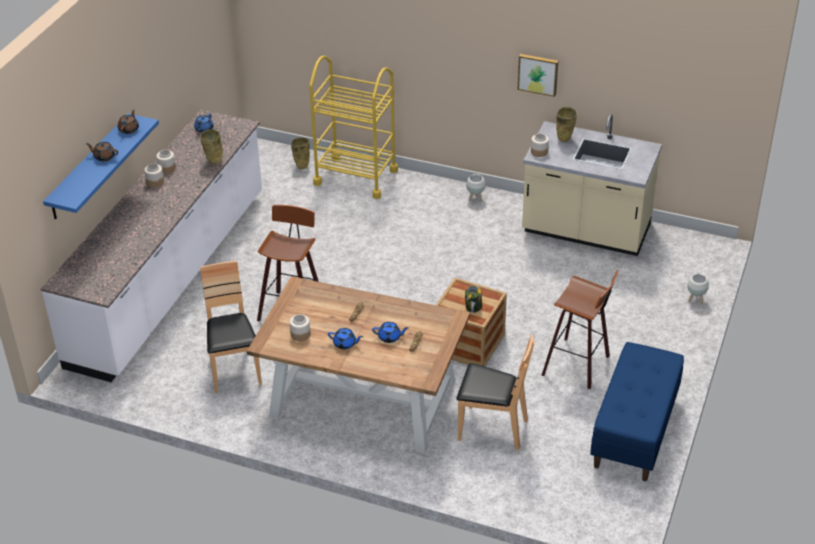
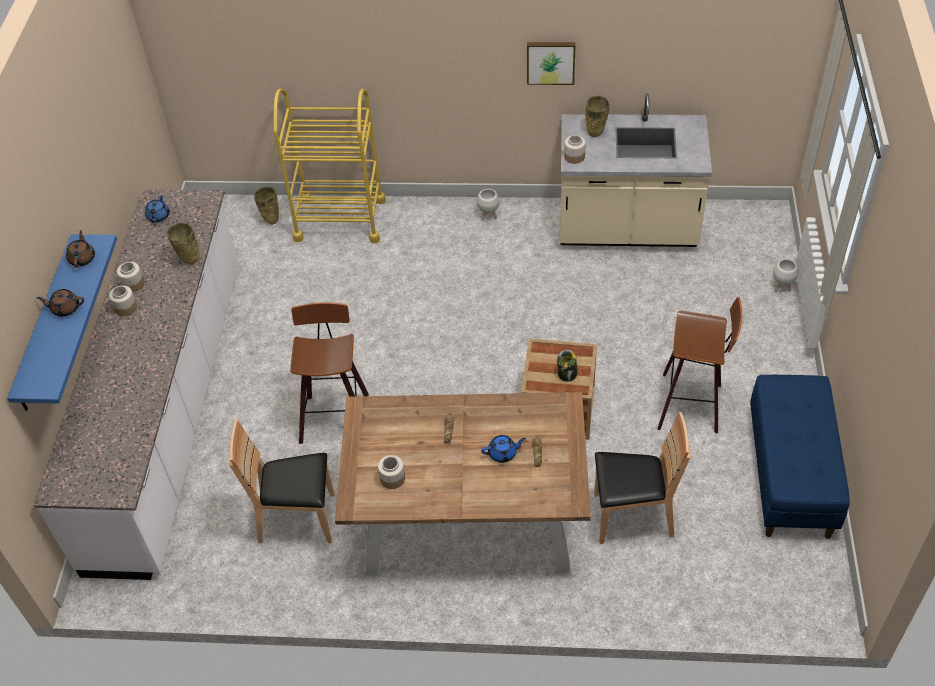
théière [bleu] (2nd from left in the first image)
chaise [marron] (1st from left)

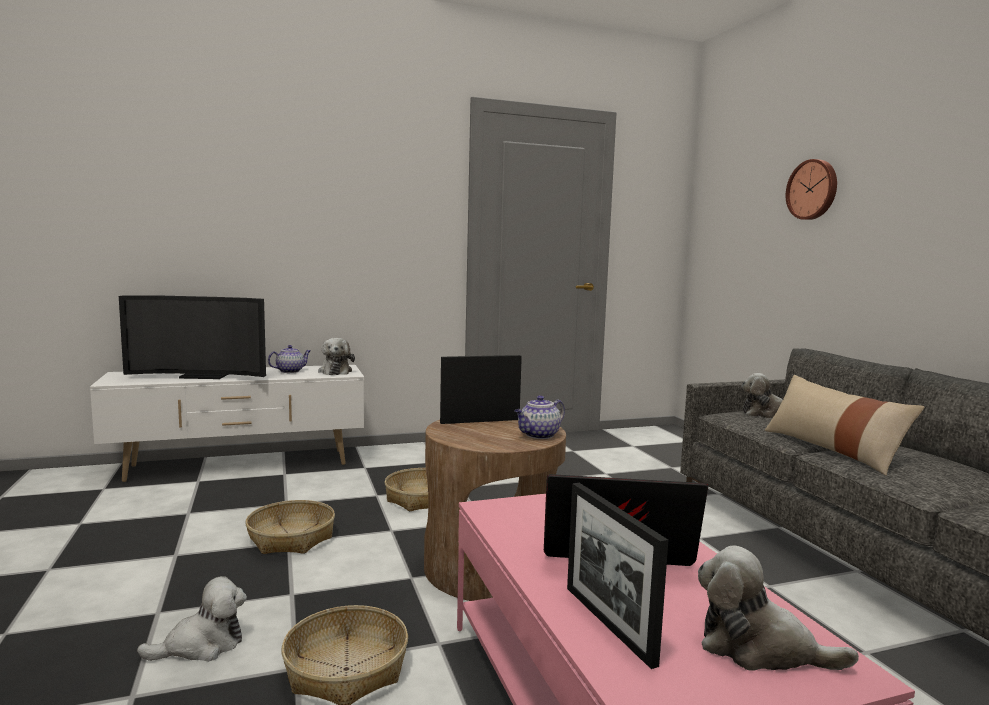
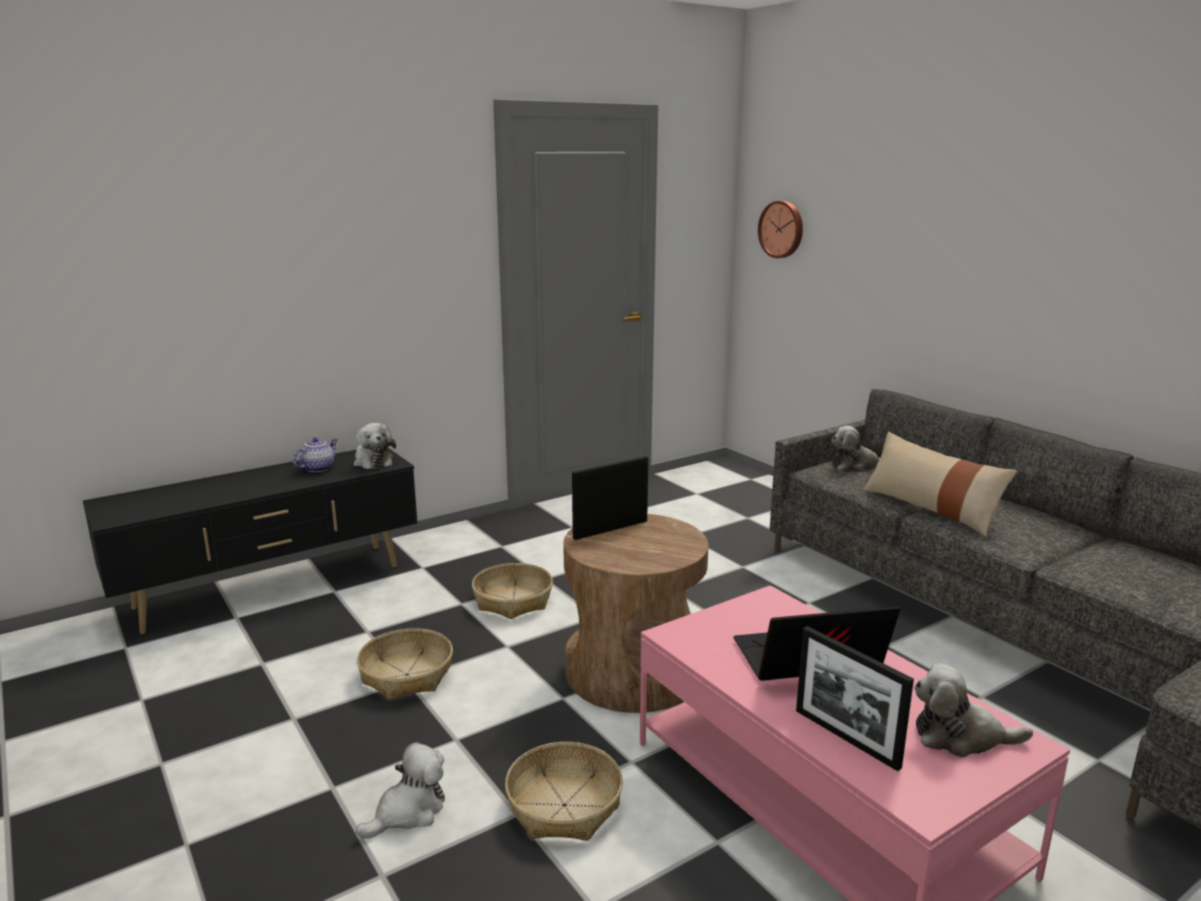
téléviseur
théière (2nd from left in the first image)
horloge murale
meuble télé [noir]

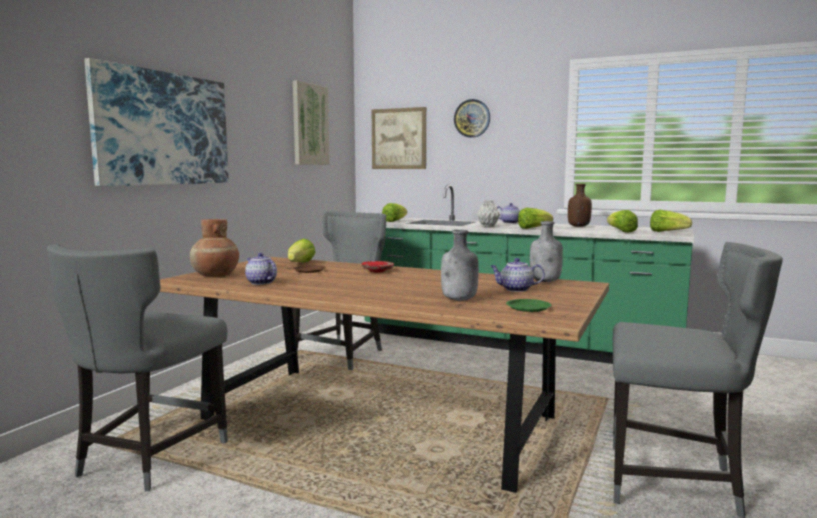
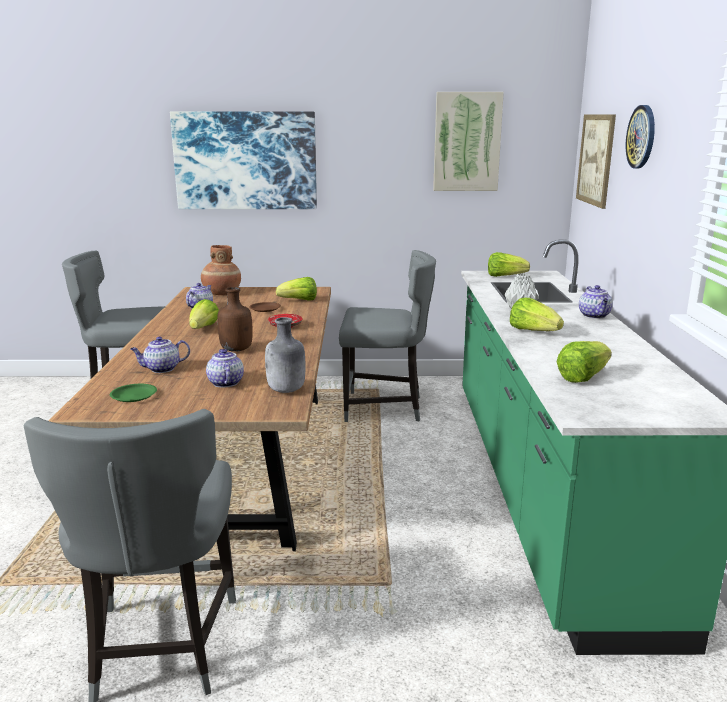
bouteille [marron]
laitue (1st from left)
théière (1st from left)

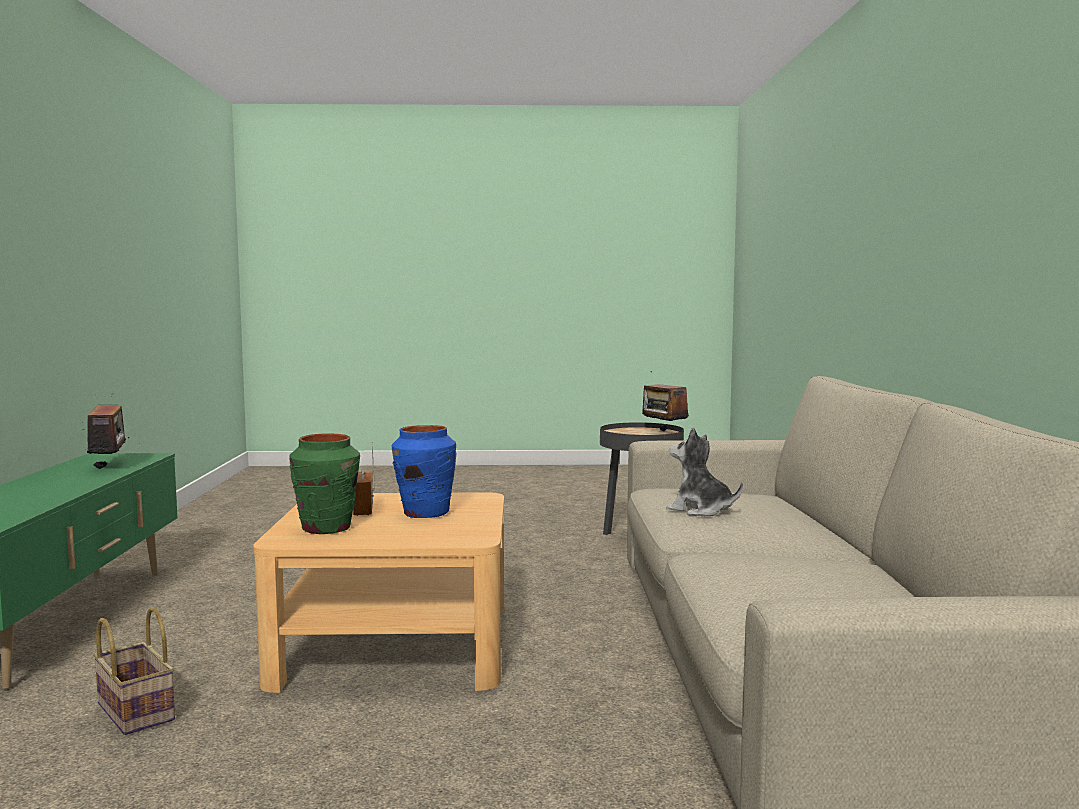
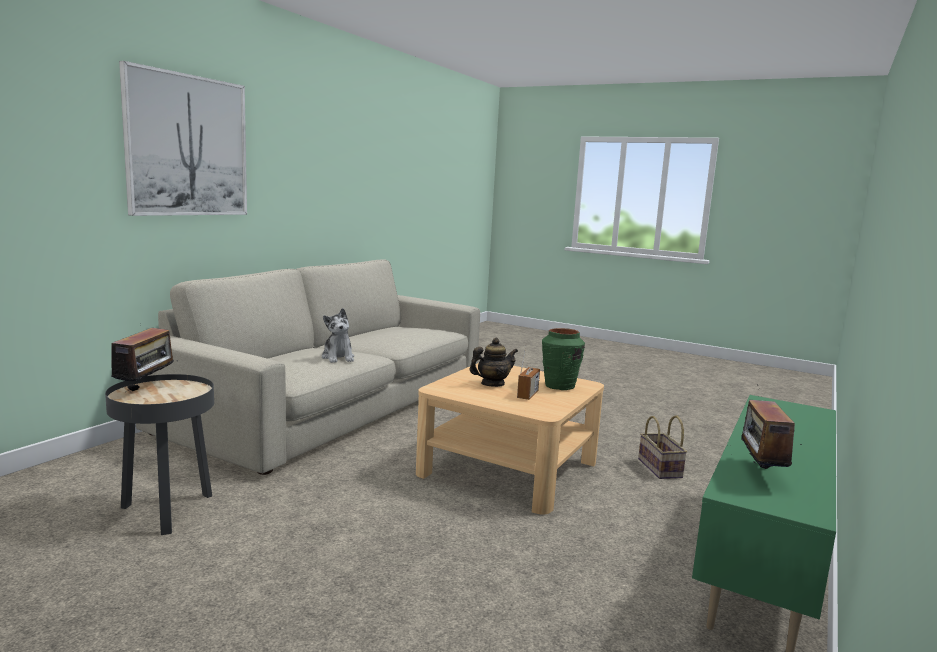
tableau
théière

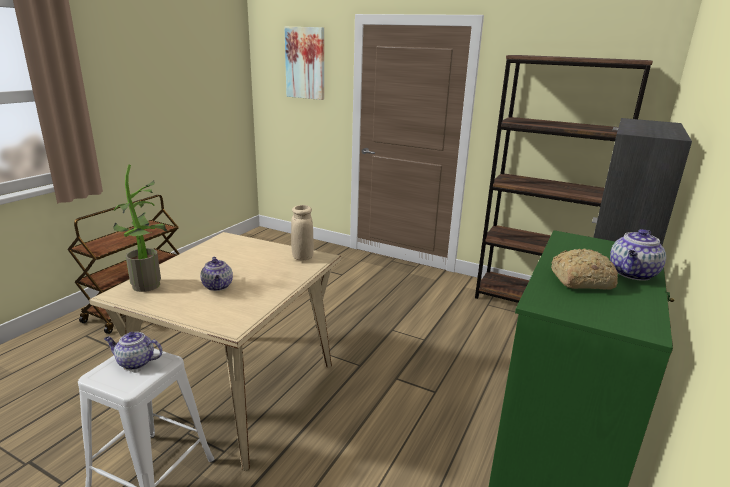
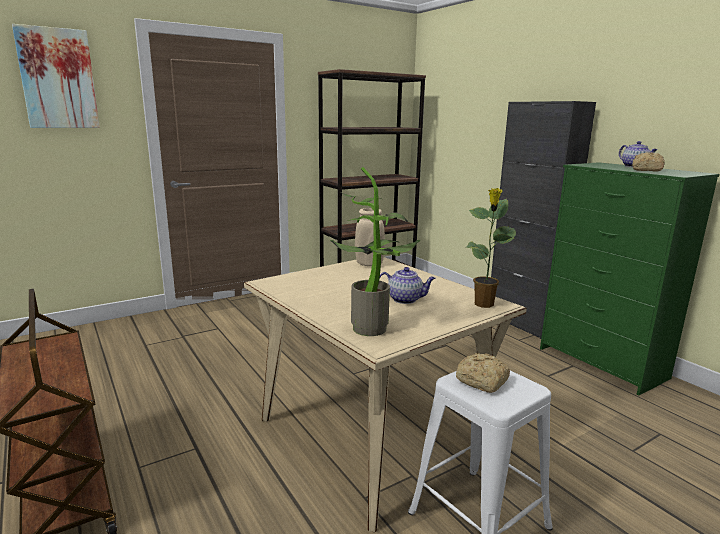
plante en pot (2nd from left)
pain (1st from left)

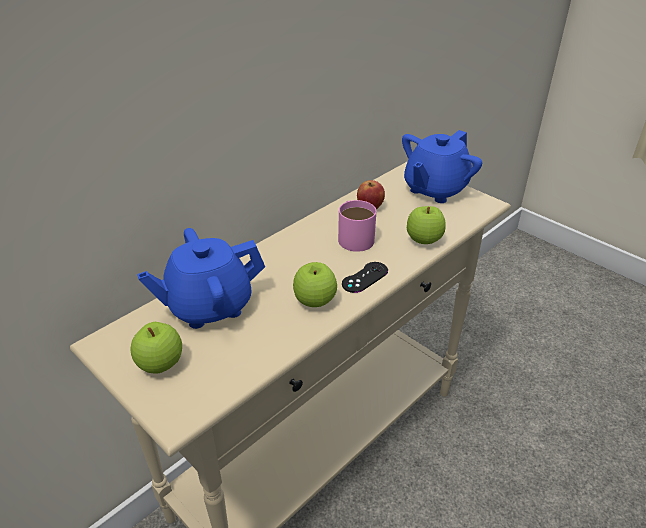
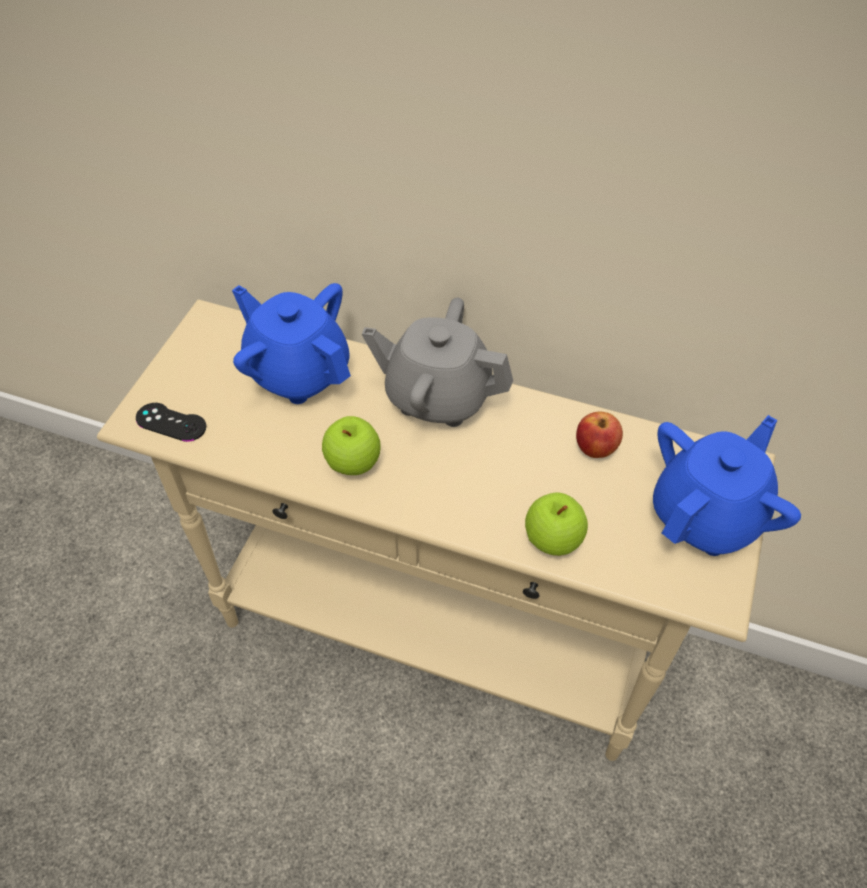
pomme (1st from left in the first image)
mug [rose]
théière [gris]
manette [noir]
théière [bleu] (2nd from left)

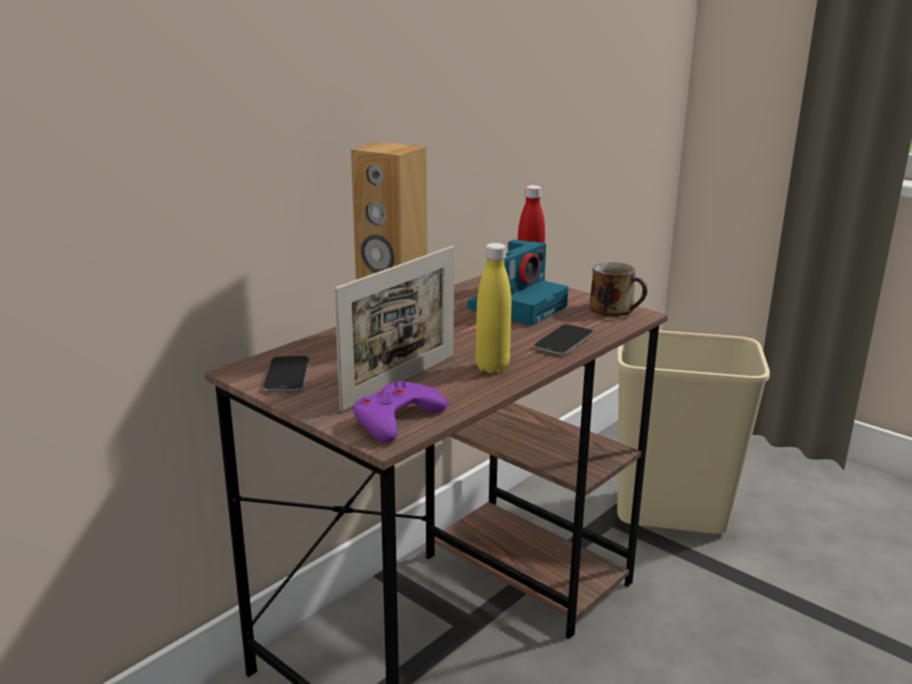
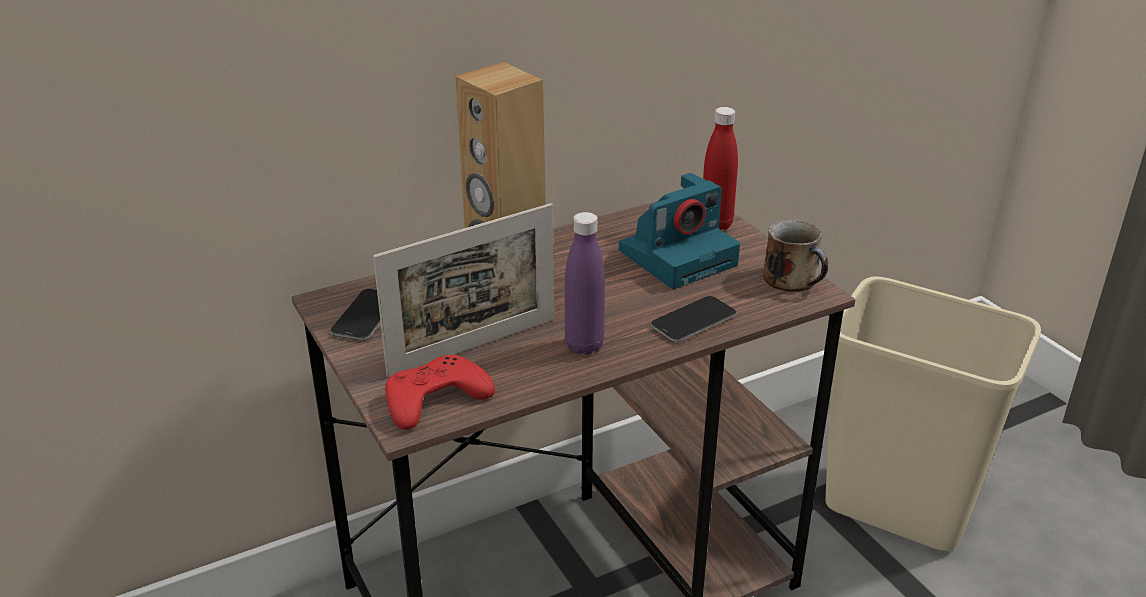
manette [rouge]
bouteille [violet]

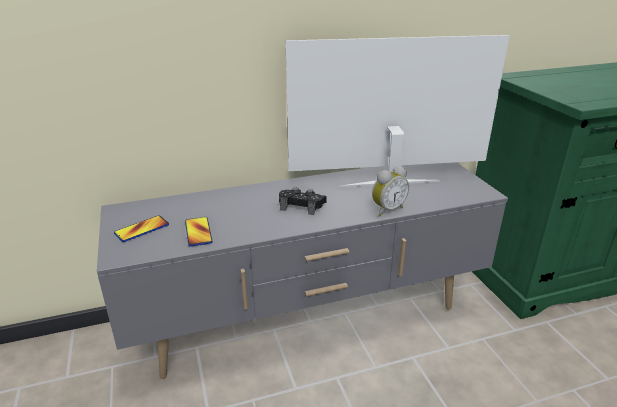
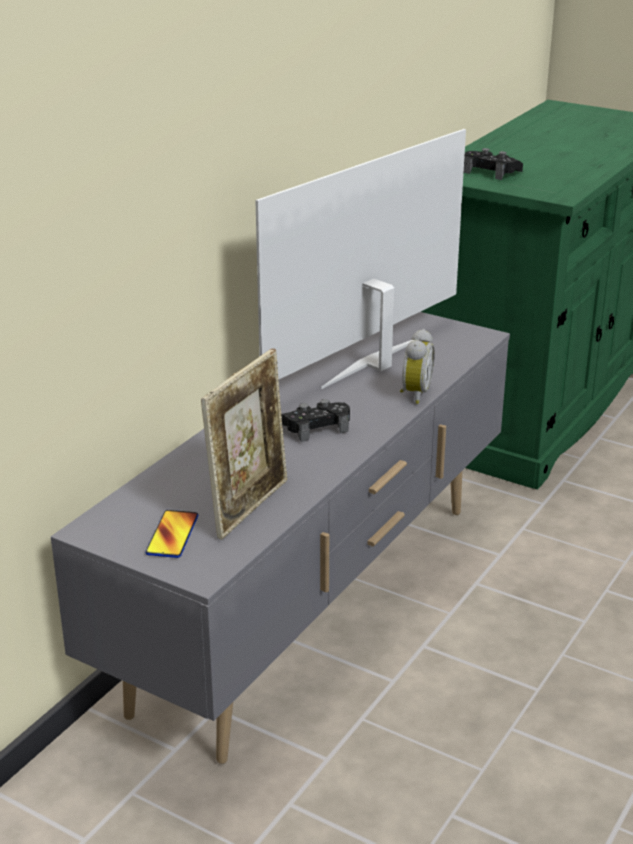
manette [noir] (2nd from left)
cadre photo

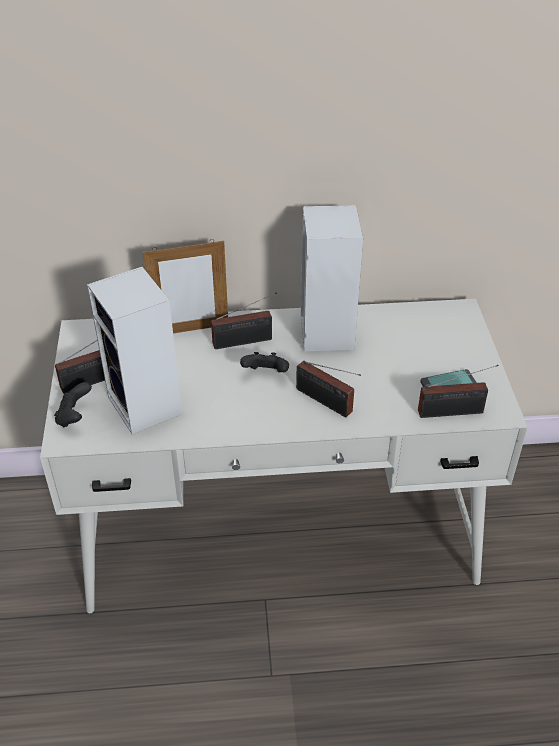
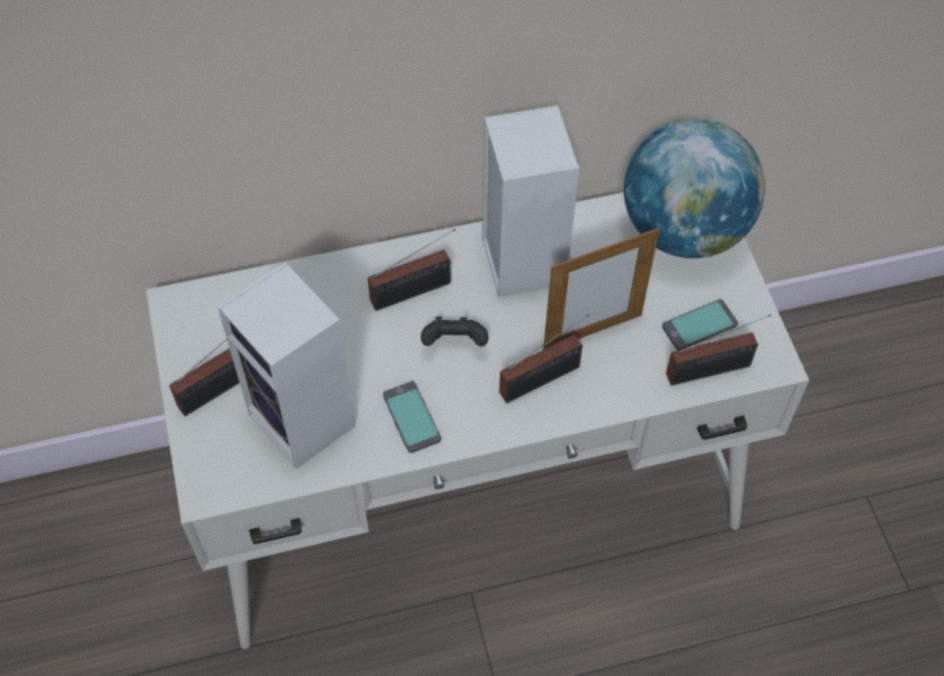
manette [noir] (1st from left in the first image)
téléphone (1st from left)
globe
cadre photo
radio (3rd from left)

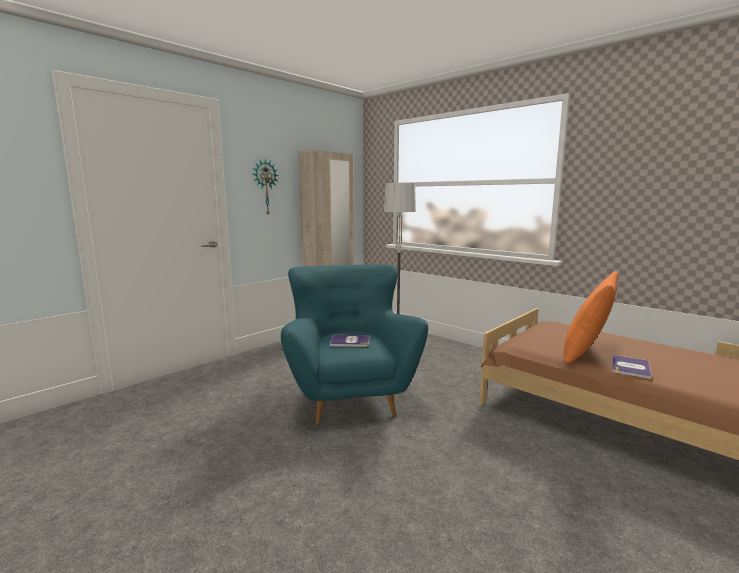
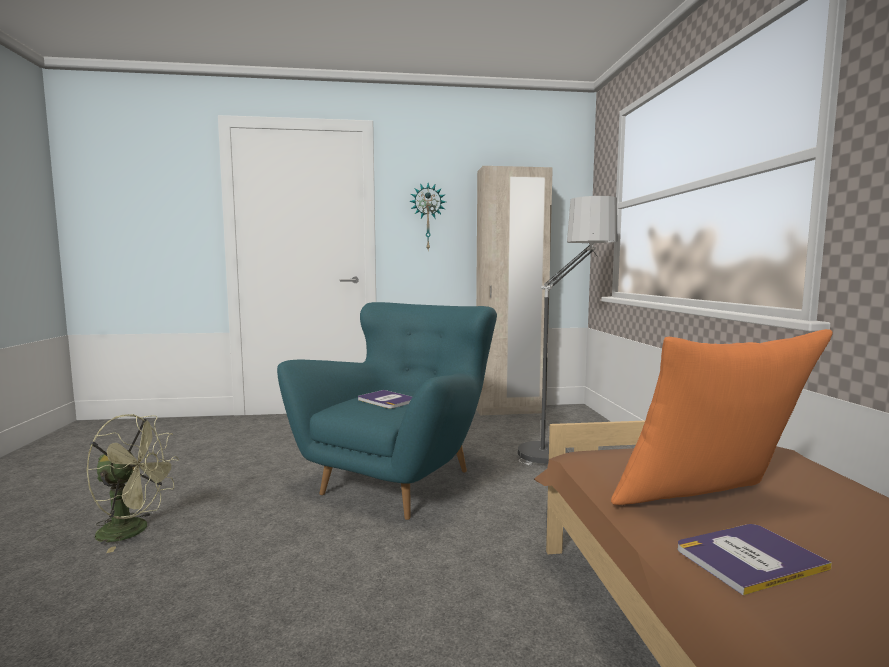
ventilateur [vert]

